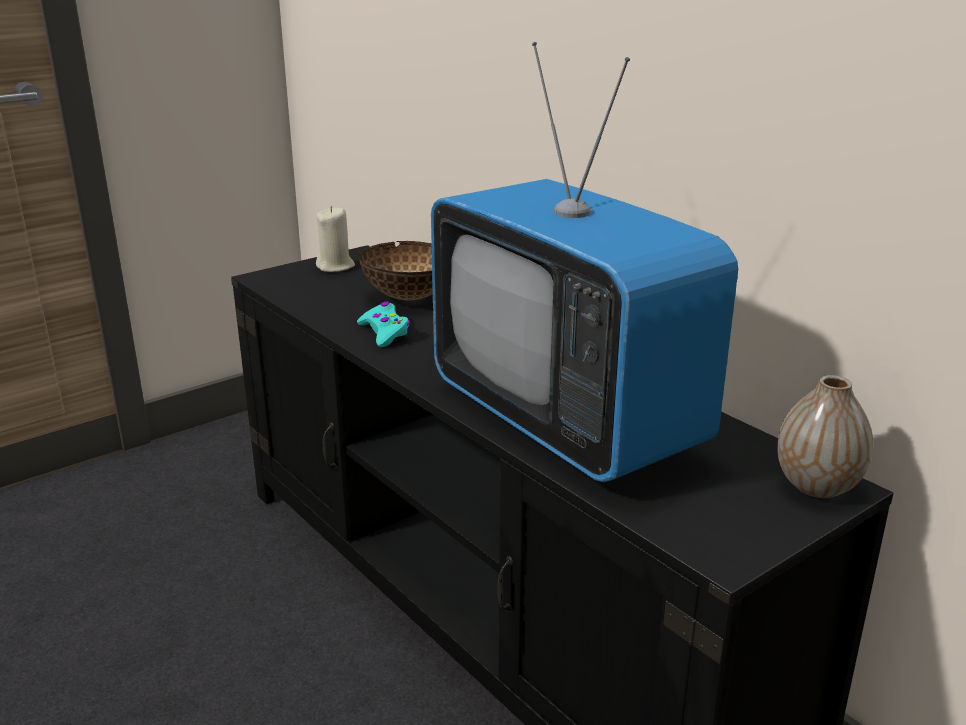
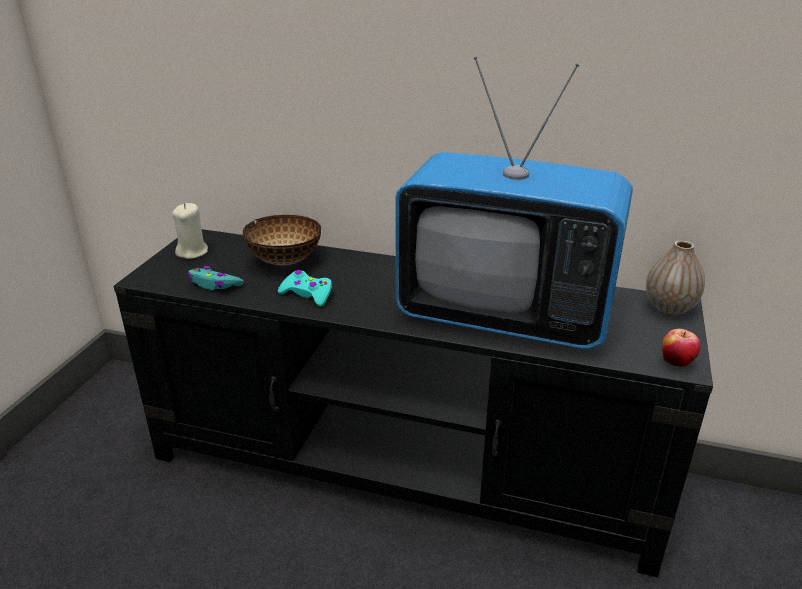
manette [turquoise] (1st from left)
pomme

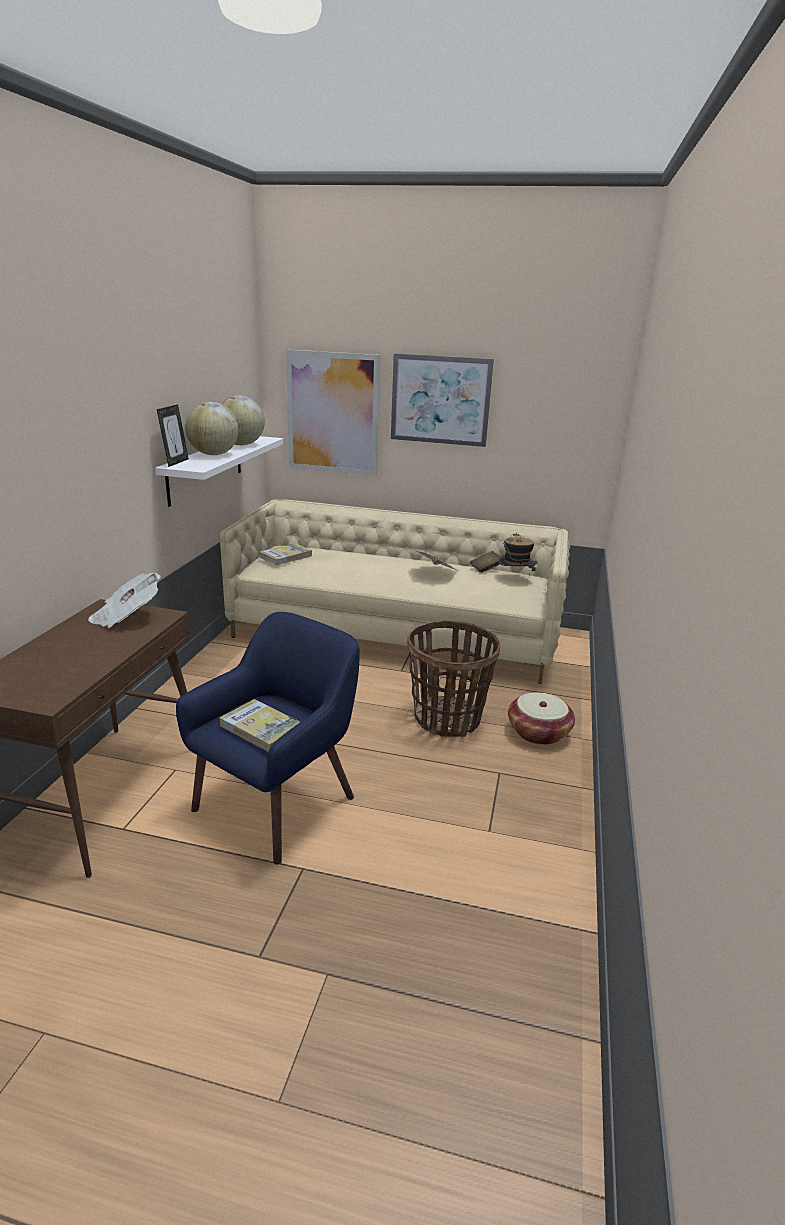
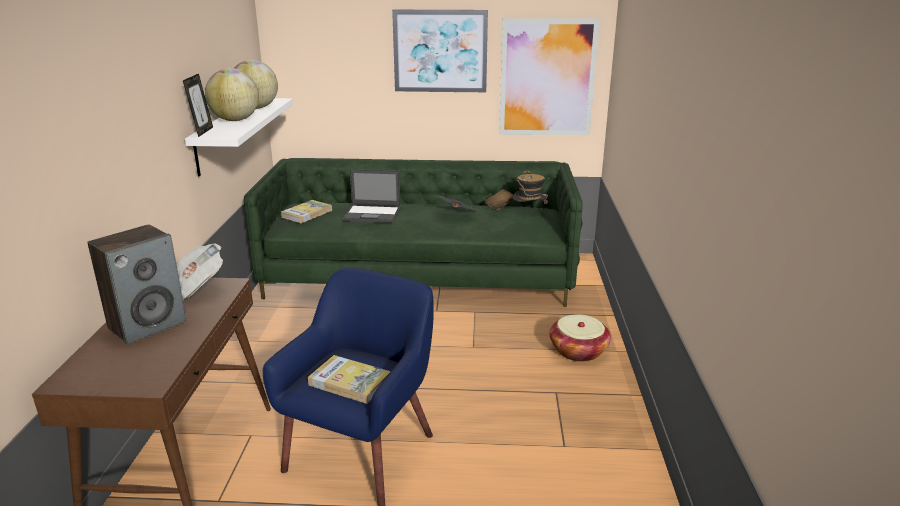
panier (1st from left in the first image)
enceinte
ordinateur portable
tableau (2nd from left)
canapé [vert]

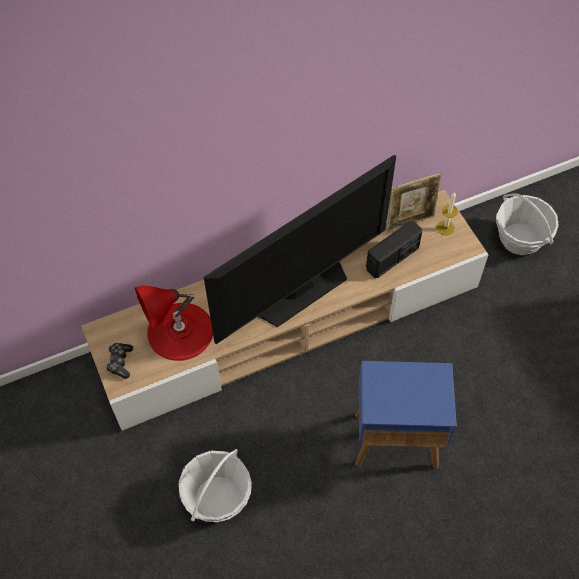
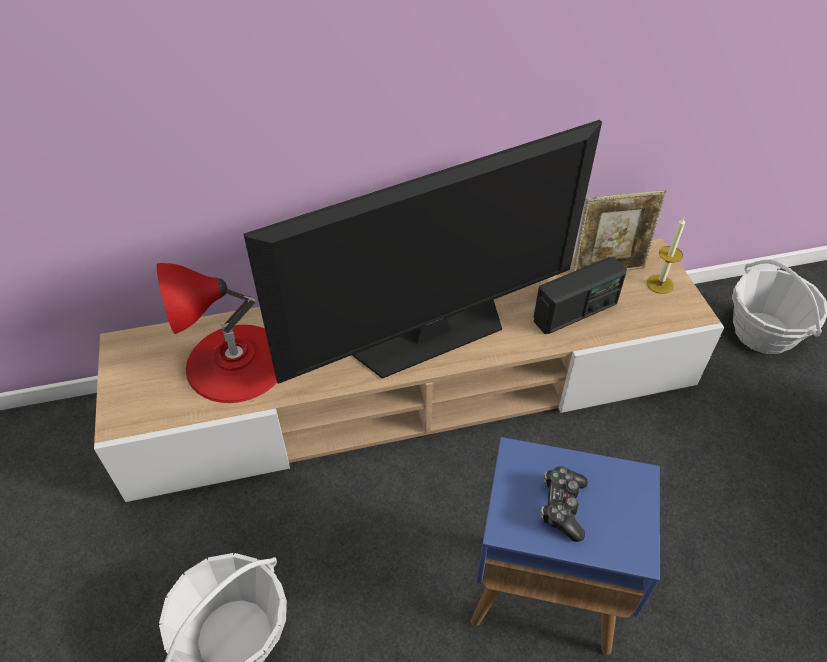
manette

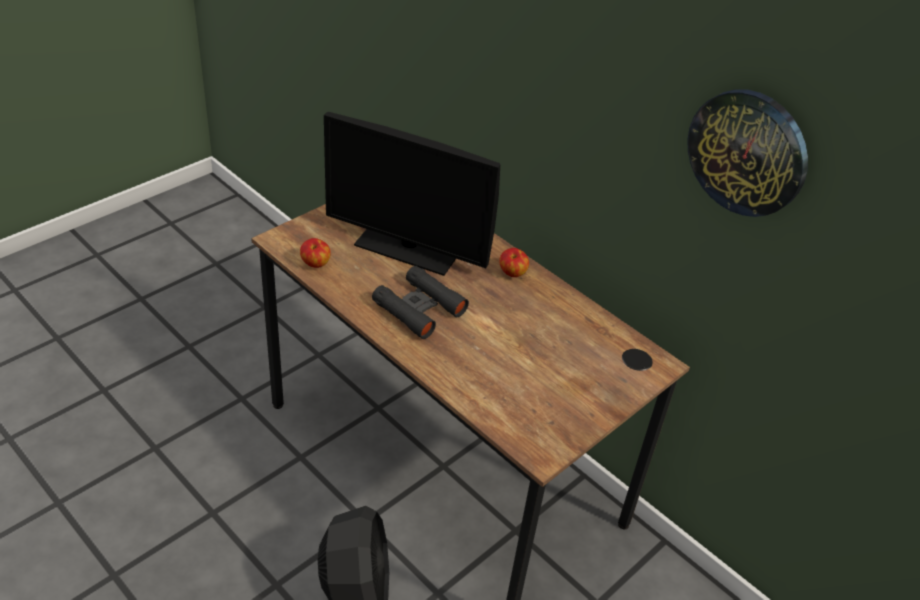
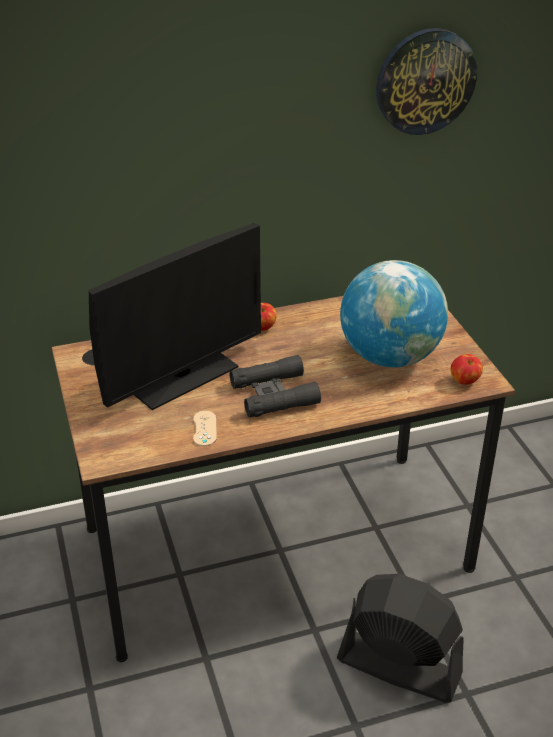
manette [beige]
globe
pomme (2nd from left)

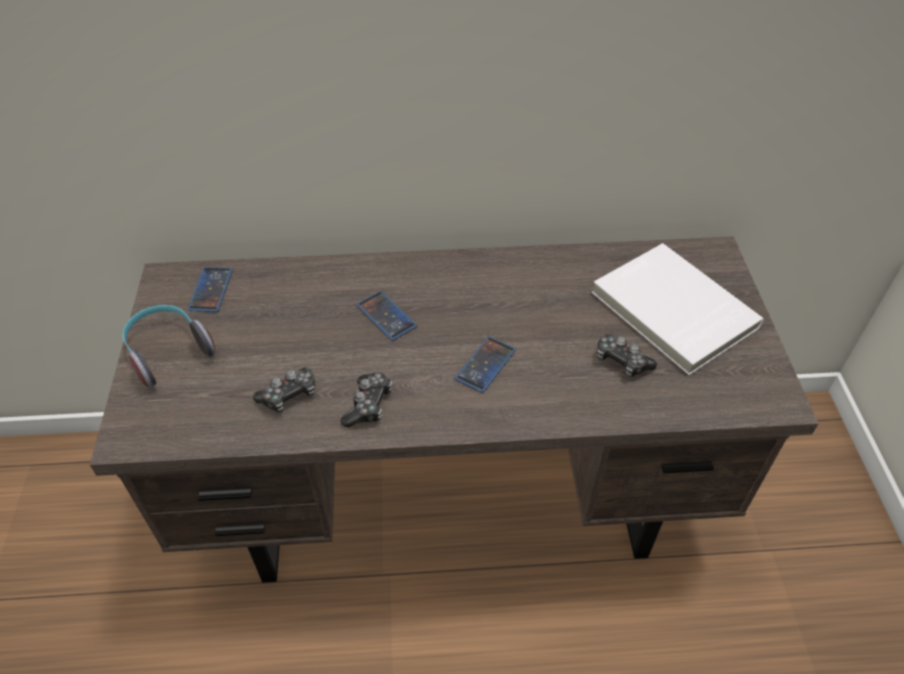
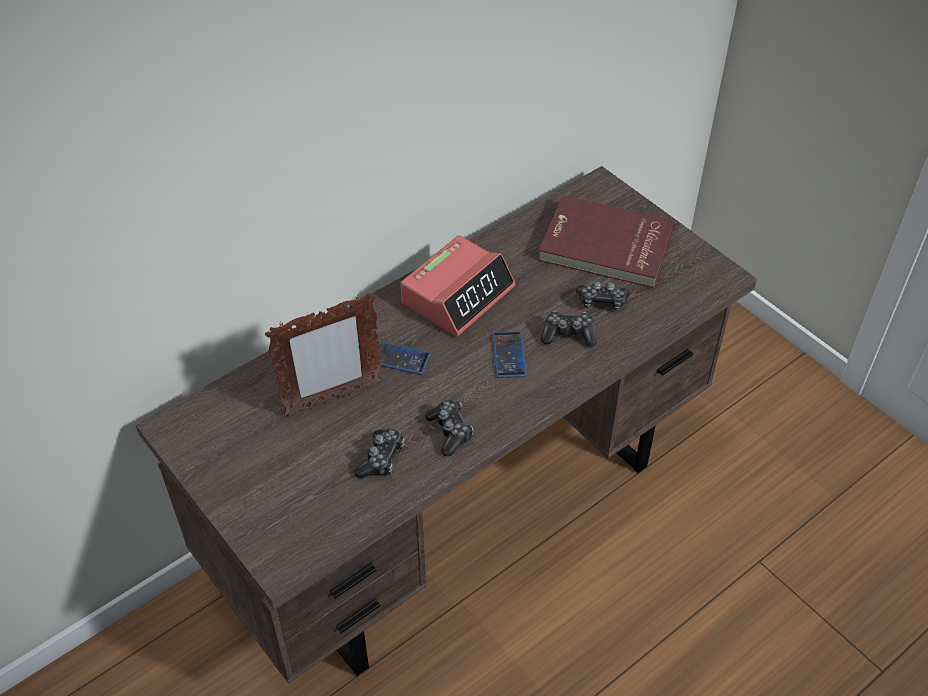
casque audio
téléphone (1st from left in the first image)
cadre photo
réveil
manette (3rd from left)
livre [rouge]

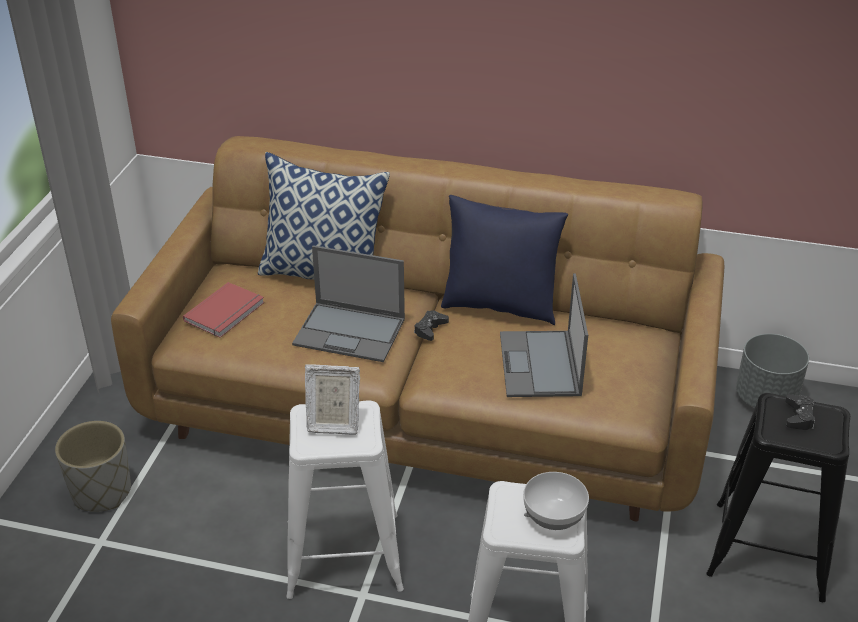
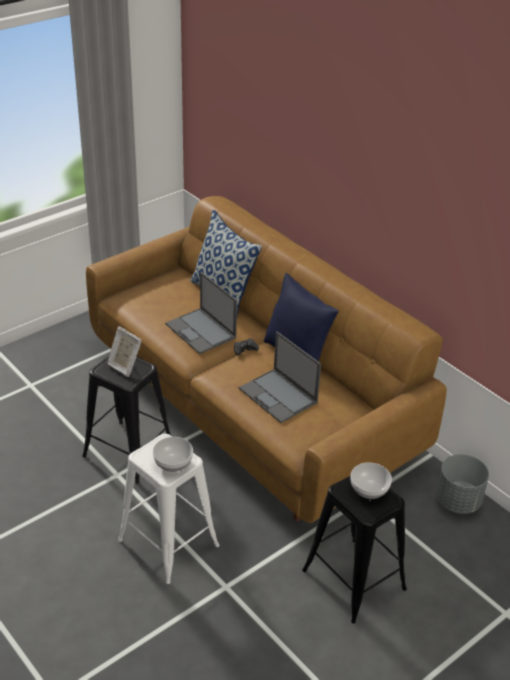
cache-pot [gris] (1st from left in the first image)
livre [rouge]
bol (2nd from left)
tabouret [noir] (1st from left)
ordinateur portable (2nd from left)

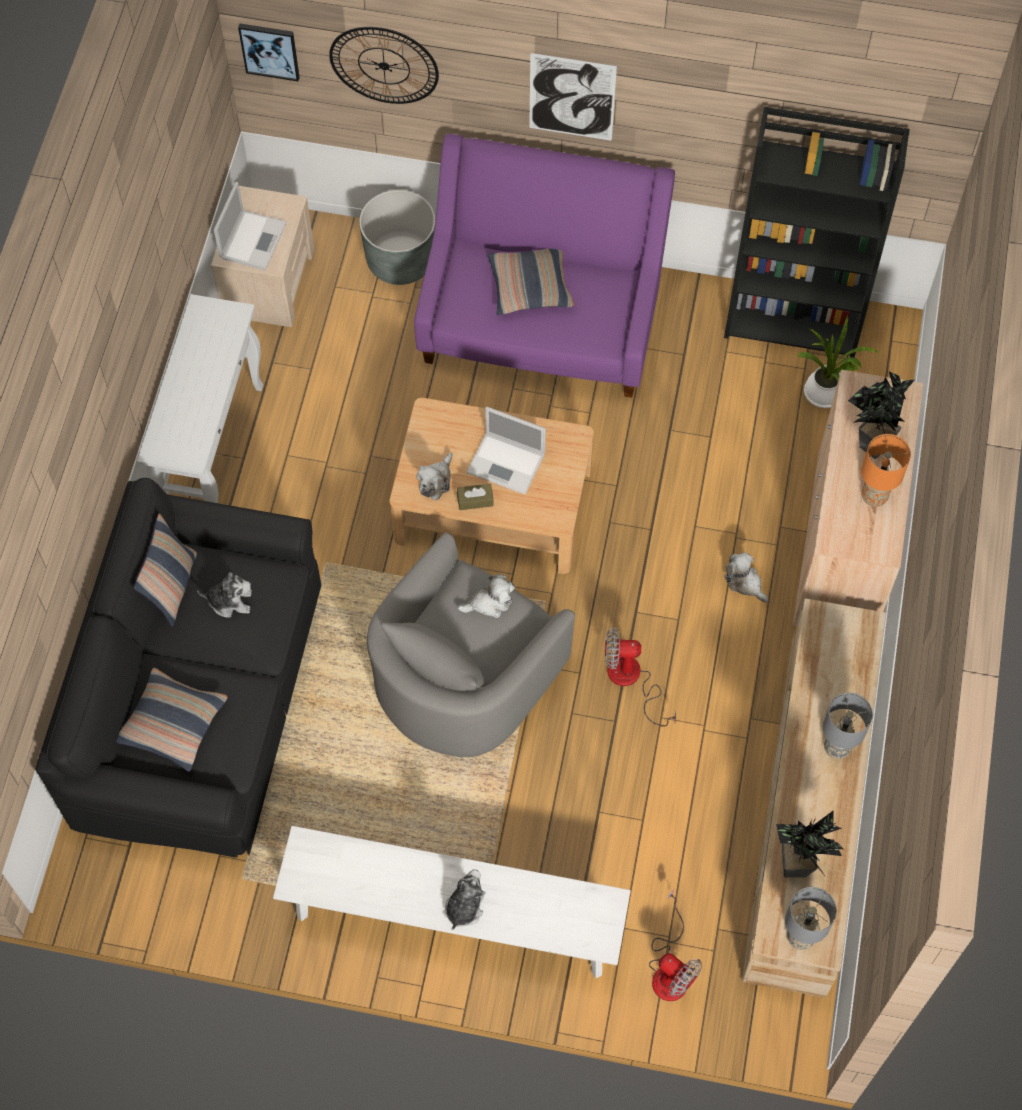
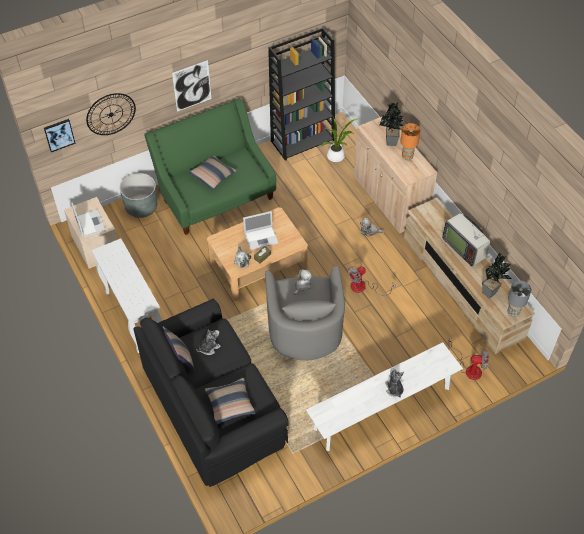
téléviseur
canapé [vert]

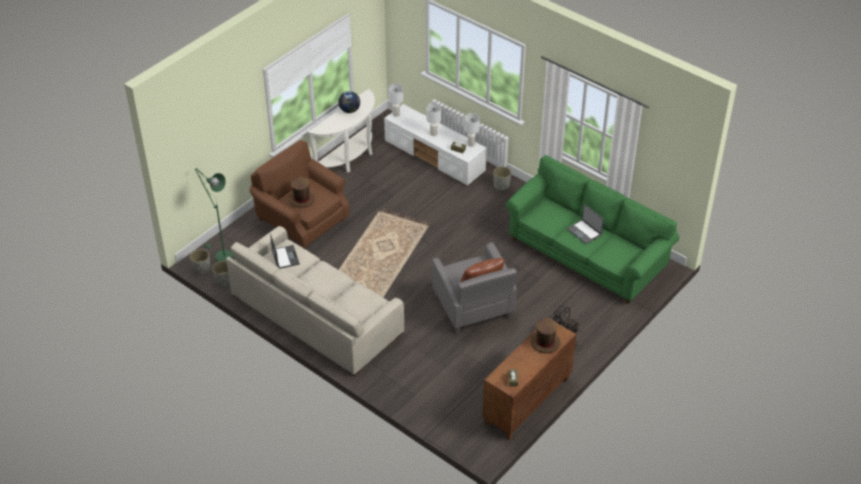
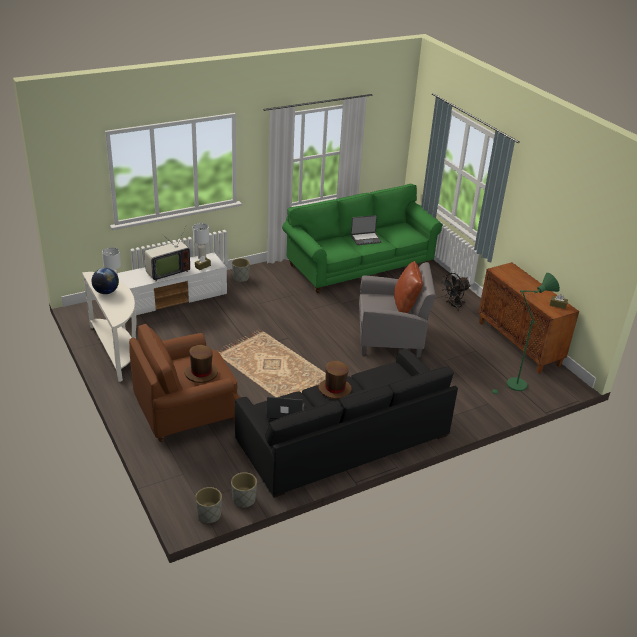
lampadaire [vert]
chapeau [marron] (2nd from left)
téléviseur
canapé [noir]

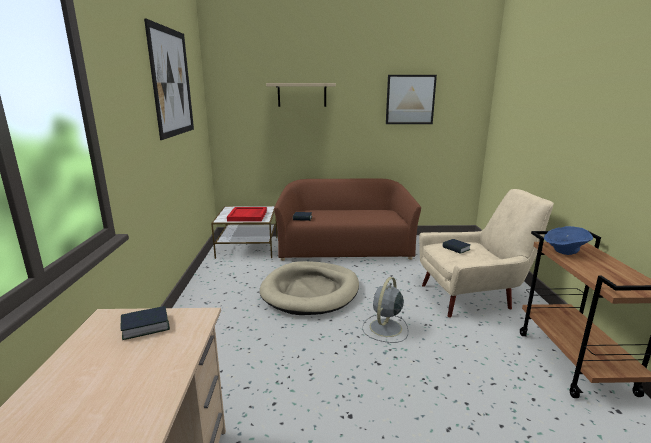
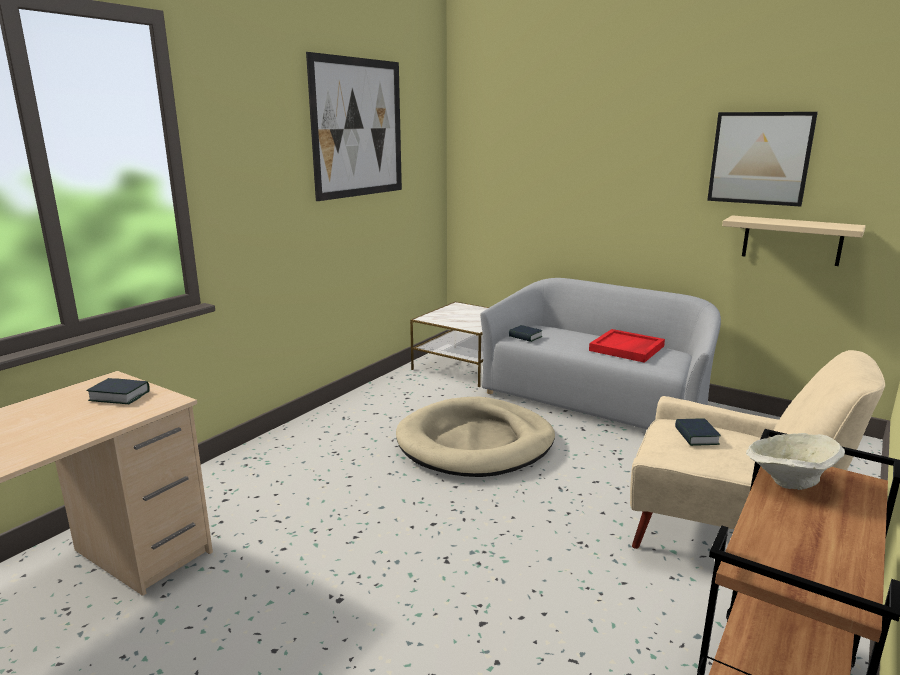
ventilateur [gris]
plateau [rouge]
étagère [beige]
canapé [gris]
bol [beige]

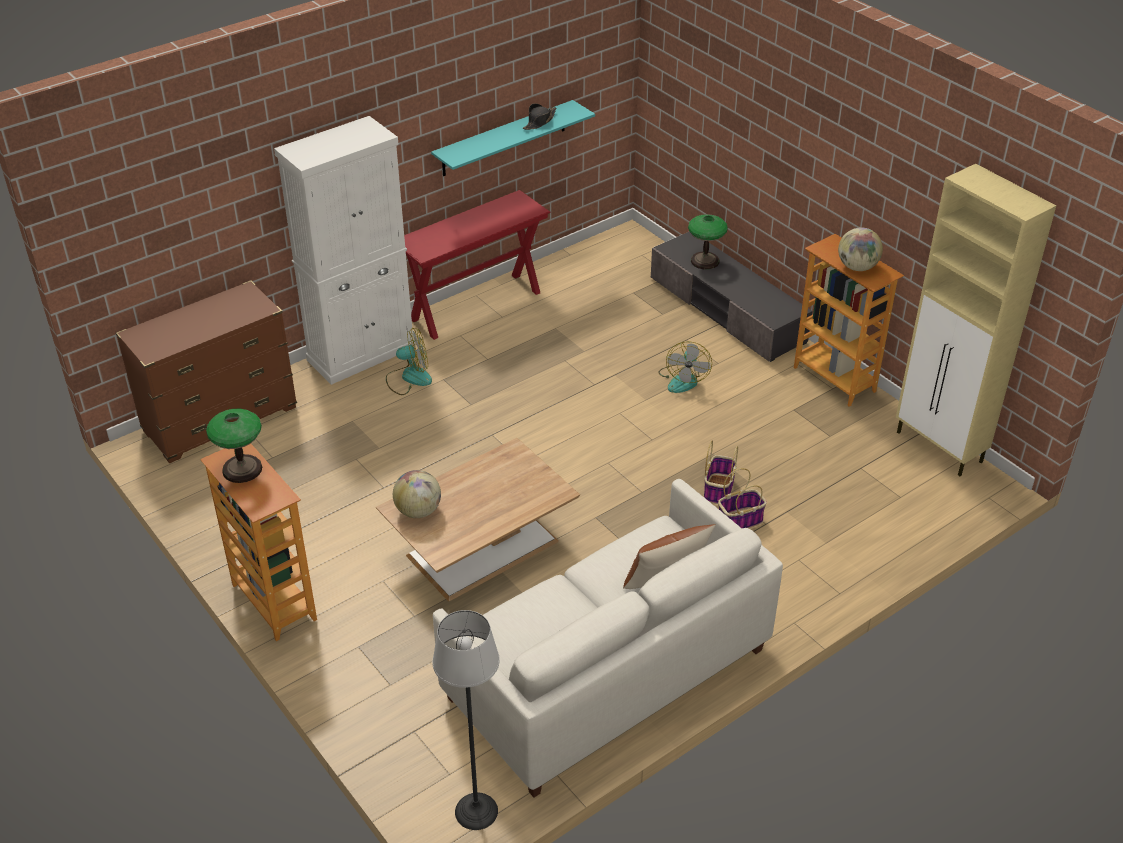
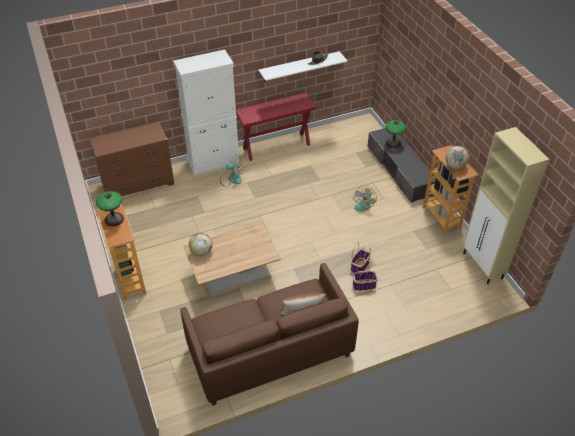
lampadaire
étagère [blanc]
canapé [marron]

